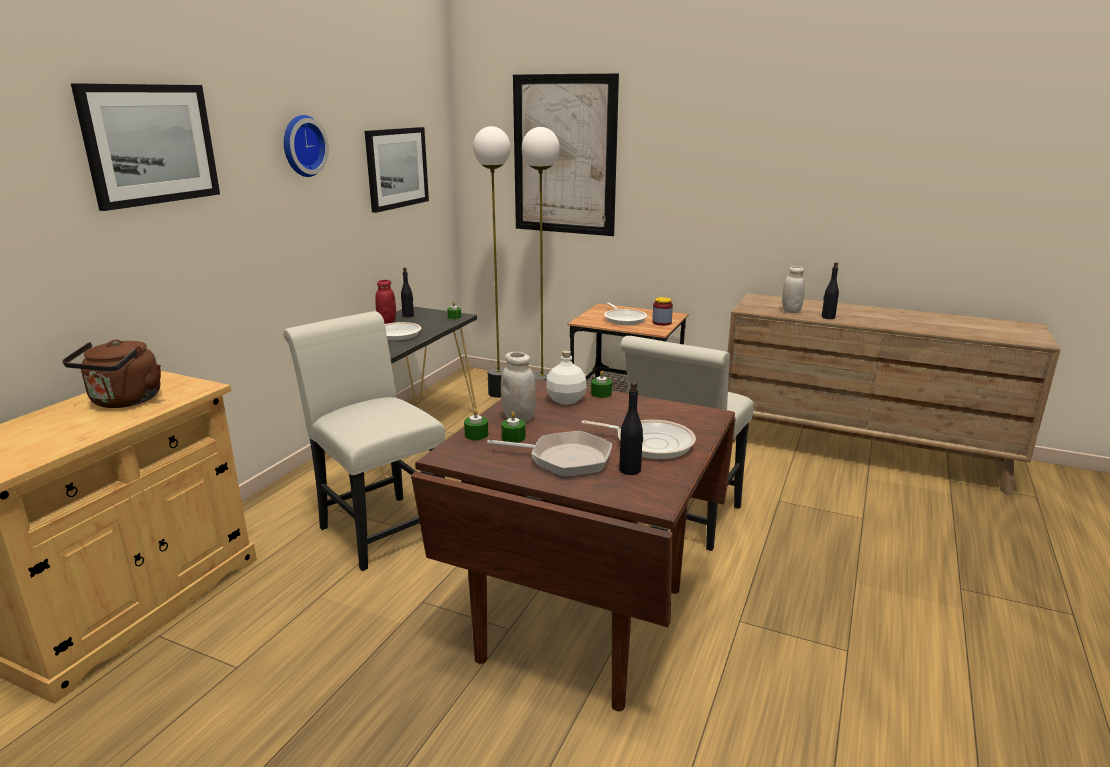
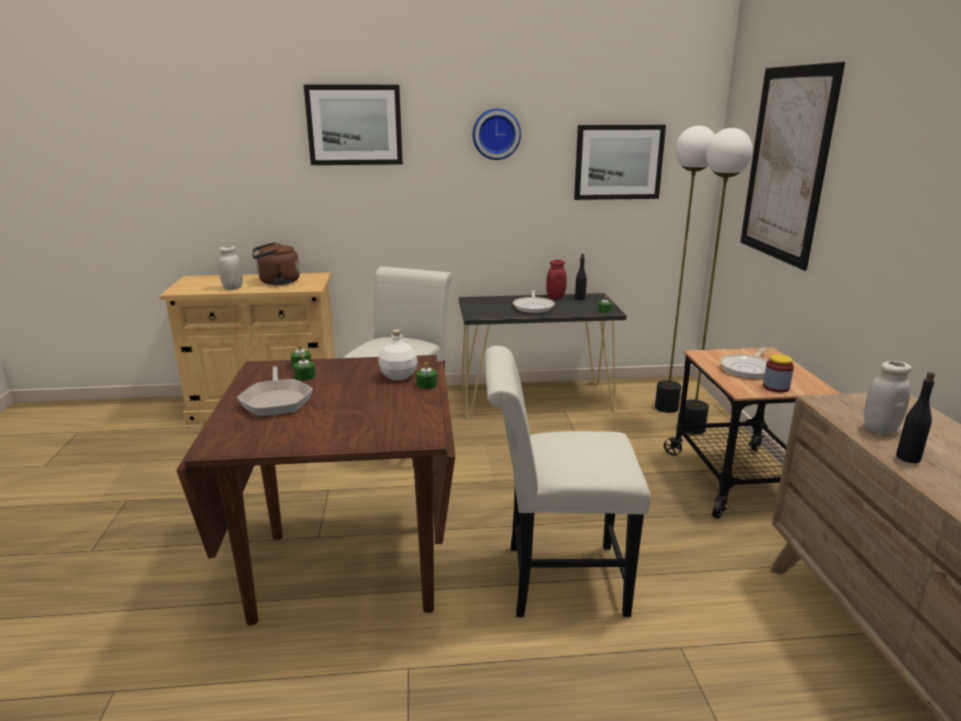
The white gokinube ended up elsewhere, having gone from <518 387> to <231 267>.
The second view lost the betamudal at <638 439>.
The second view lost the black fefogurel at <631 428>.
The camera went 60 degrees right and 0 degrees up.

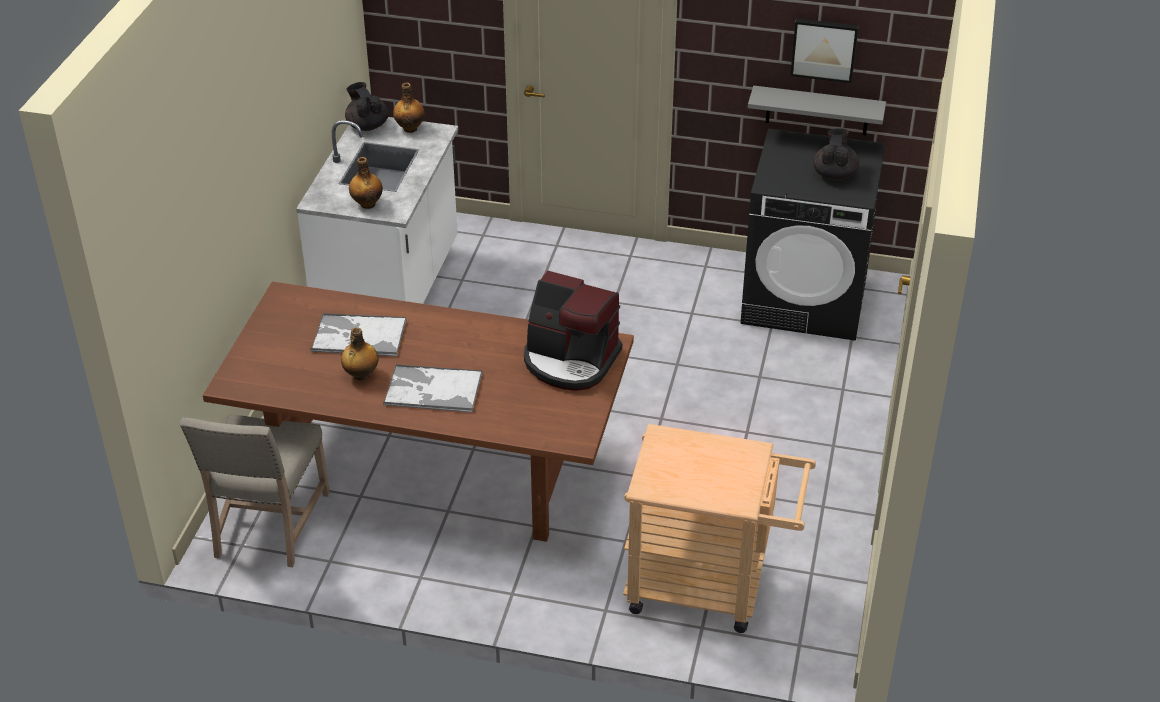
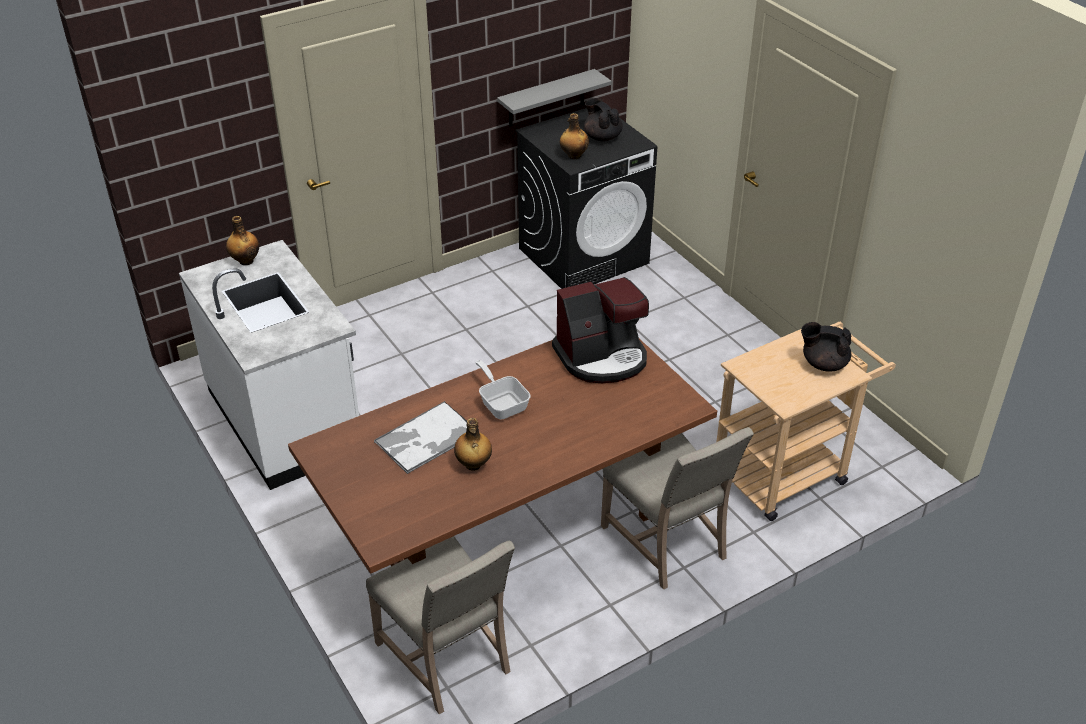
The second view gained the betamudal at <503 389>.
The fefogurel ended up elsewhere, having gone from <366 183> to <574 136>.
The second view gained the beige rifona at <677 508>.
The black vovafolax ended up elsewhere, having gone from <367 106> to <826 347>.
The second view lost the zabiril at <432 388>.
The second view lost the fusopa at <824 50>.
The camera went 45 degrees left and 0 degrees up.

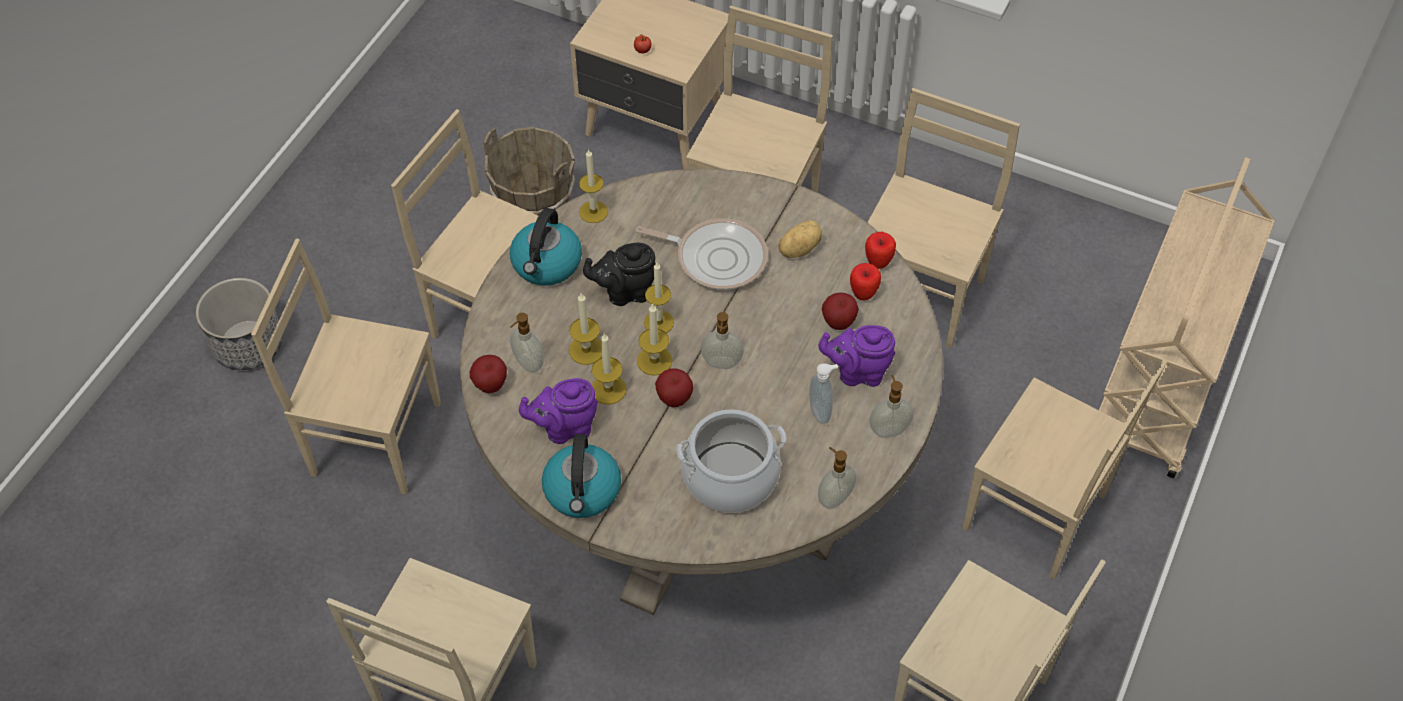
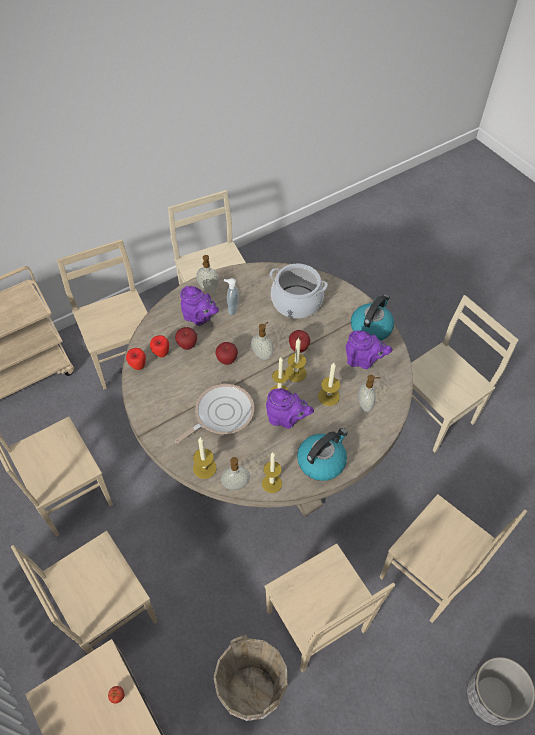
The betamudal at <702 254> ended up facing another way, 90 degrees clockwise from before.
The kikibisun ended up elsewhere, having gone from <609 369> to <205 458>.
The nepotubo ended up elsewhere, having gone from <488 374> to <226 353>.
The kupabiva ended up elsewhere, having gone from <837 478> to <235 473>.
What was the black vovafolax at <619 274> turned into the purple vovafolax at <290 408>.
The second view lost the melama at <800 239>.
The camera went 150 degrees left and 0 degrees up.

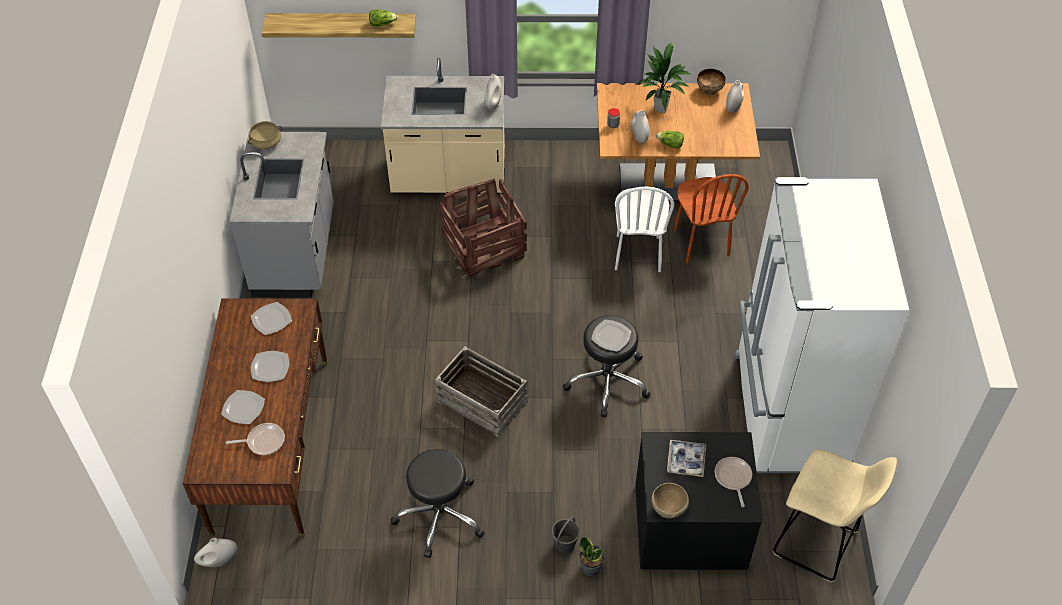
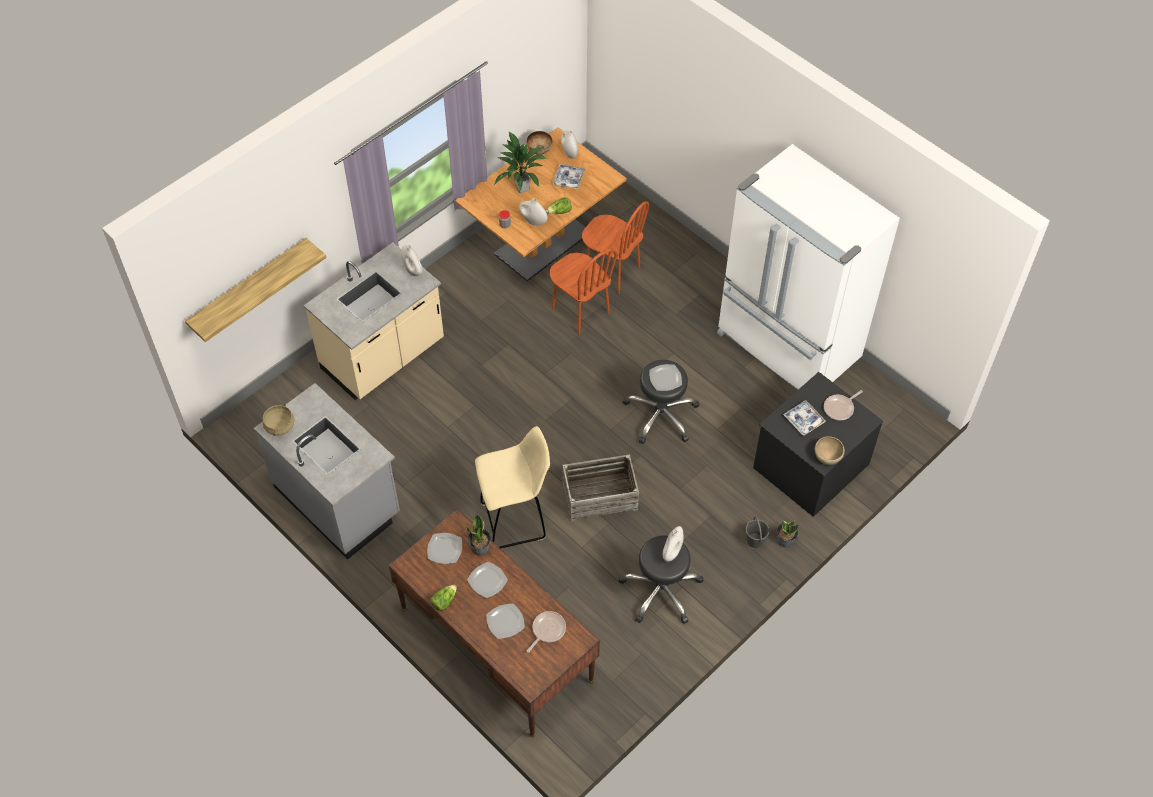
The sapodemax ended up elsewhere, having gone from <383 18> to <443 598>.
The second view gained the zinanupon at <478 535>.
The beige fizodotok ended up elsewhere, having gone from <835 516> to <512 487>.
What was the white rifona at <644 229> turned into the brown rifona at <583 292>.
The second view gained the zabiril at <568 176>.
The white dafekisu ended up elsewhere, having gone from <215 552> to <673 544>.
The betamudal at <733 482> ended up facing another way, 75 degrees counterclockwise from before.
The second view lost the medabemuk at <483 228>.
The camera went 45 degrees left and 5 degrees up.

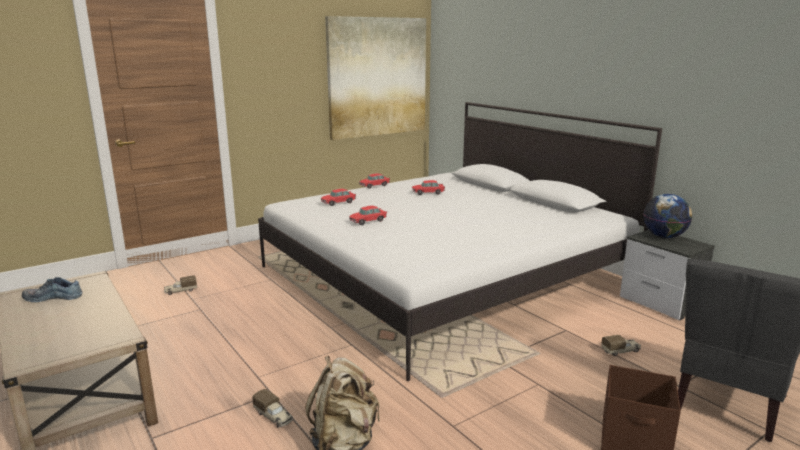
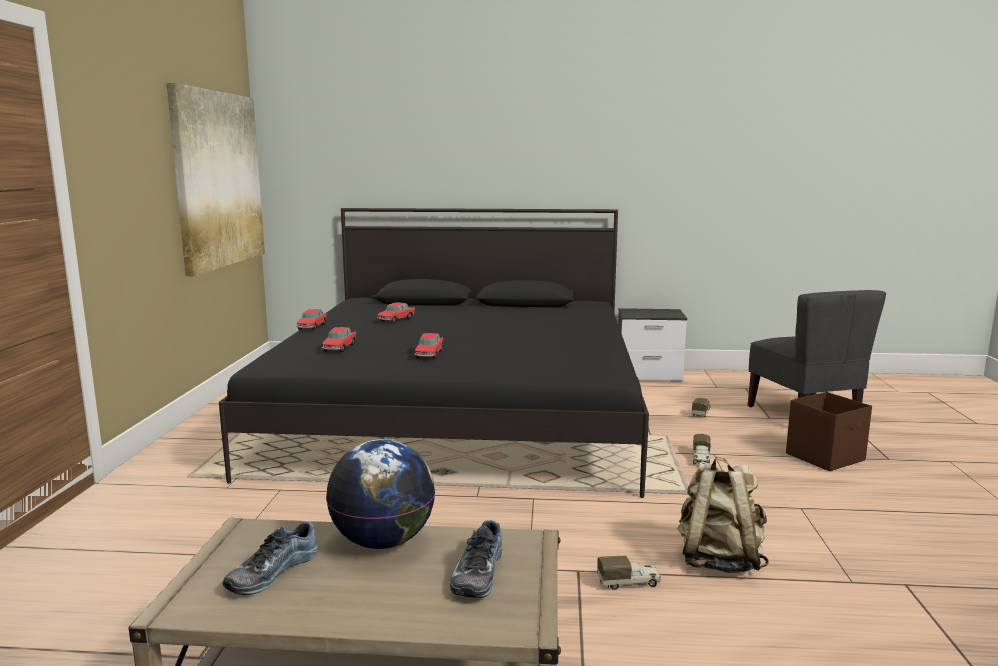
What was the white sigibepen at <460 241> turned into the black sigibepen at <434 353>.
The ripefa ended up elsewhere, having gone from <667 216> to <380 494>.
The second view gained the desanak at <476 559>.
The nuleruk ended up elsewhere, having gone from <180 285> to <702 449>.
The camera went 50 degrees left and 5 degrees down.

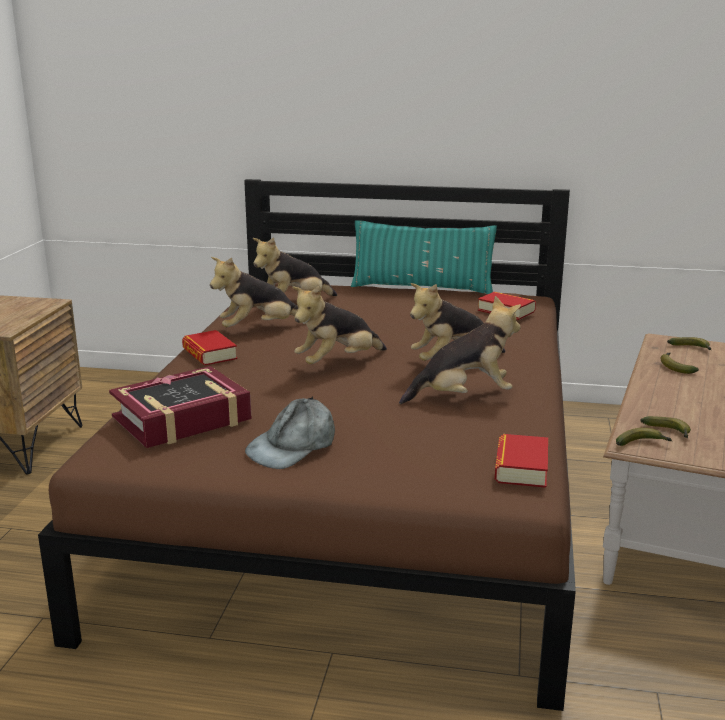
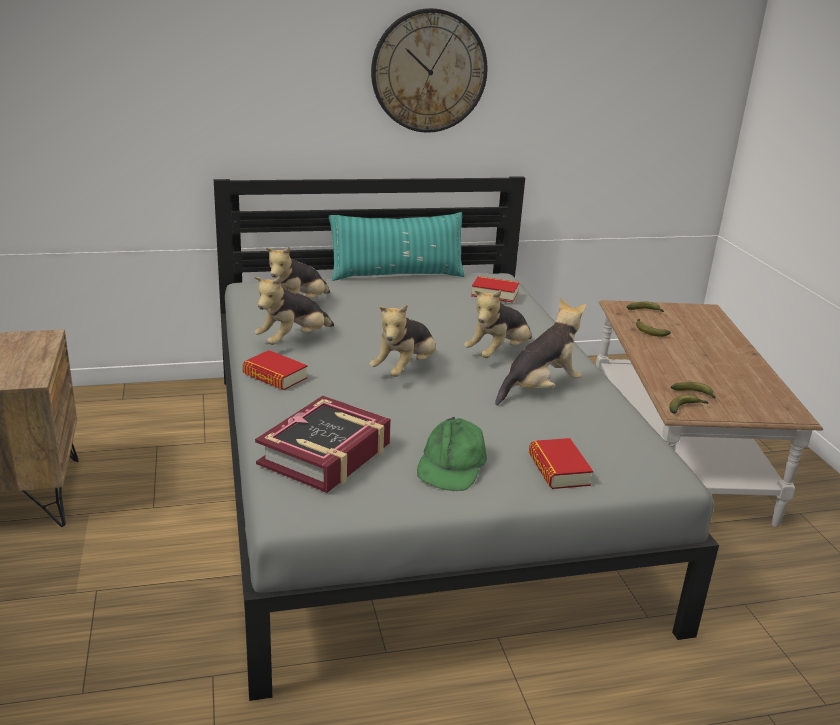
What was the brown sigibepen at <307 445> turned into the grey sigibepen at <466 438>.
The second view gained the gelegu at <429 70>.
What was the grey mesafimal at <290 433> turned into the green mesafimal at <452 453>.
The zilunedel ended up elsewhere, having gone from <521 461> to <561 463>.
The camera went 25 degrees left and 5 degrees up.

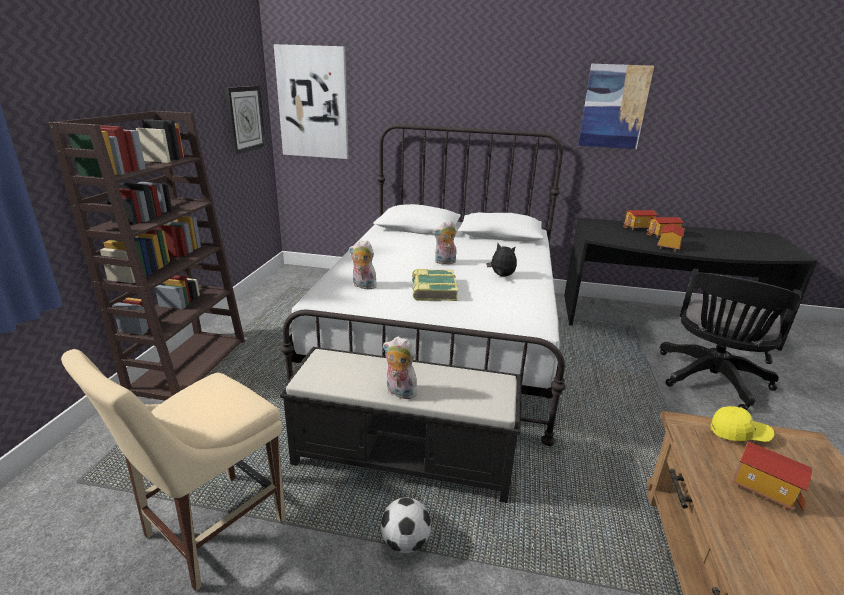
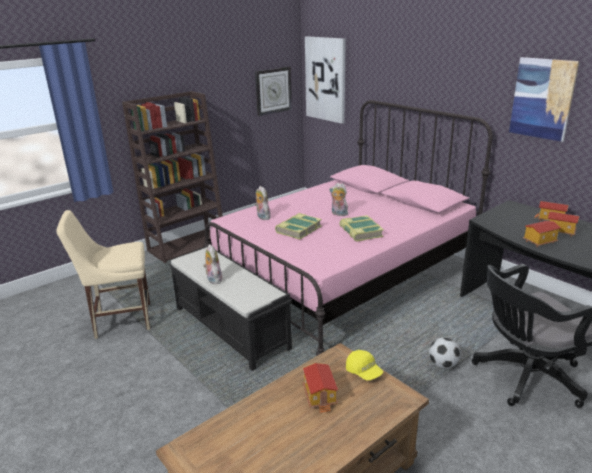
What was the white sigibepen at <423 285> turned into the pink sigibepen at <348 228>.
Where the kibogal stood at <502 260>, the zilunedel came to stand at <361 228>.
The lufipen ended up elsewhere, having gone from <405 525> to <445 353>.
The camera went 40 degrees right and 0 degrees up.

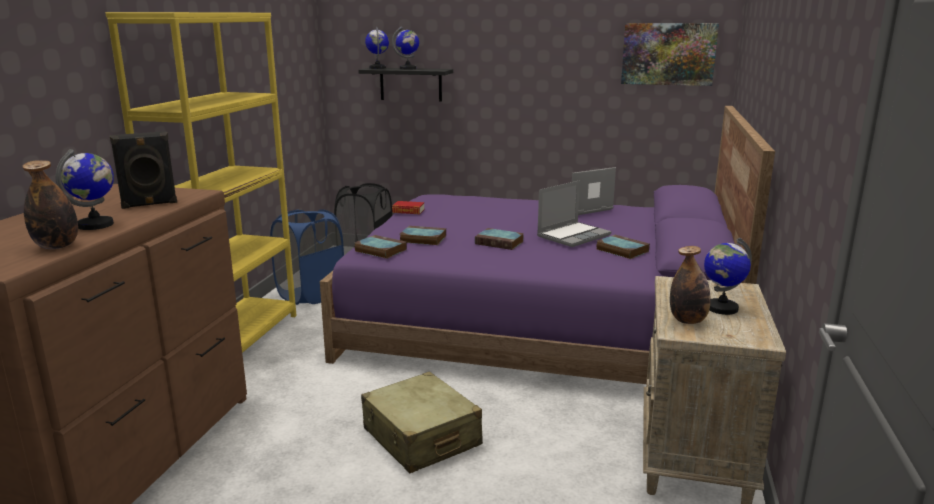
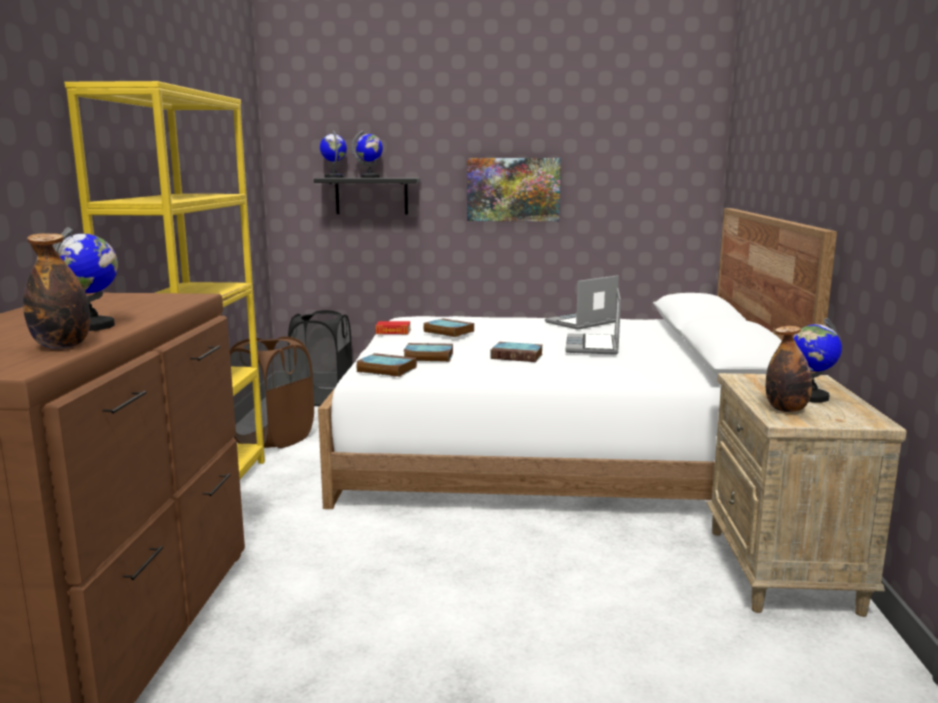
What was the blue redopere at <307 257> turned into the brown redopere at <272 392>.
What was the purple sigibepen at <547 245> turned into the white sigibepen at <577 358>.
The zilunedel ended up elsewhere, having gone from <623 246> to <448 327>.
The fusopa ended up elsewhere, having gone from <670 54> to <514 189>.
The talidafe at <574 213> ended up facing another way, 150 degrees clockwise from before.
The second view lost the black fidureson at <143 170>.
The second view lost the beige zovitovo at <422 422>.
The camera went 10 degrees left and 5 degrees down.

